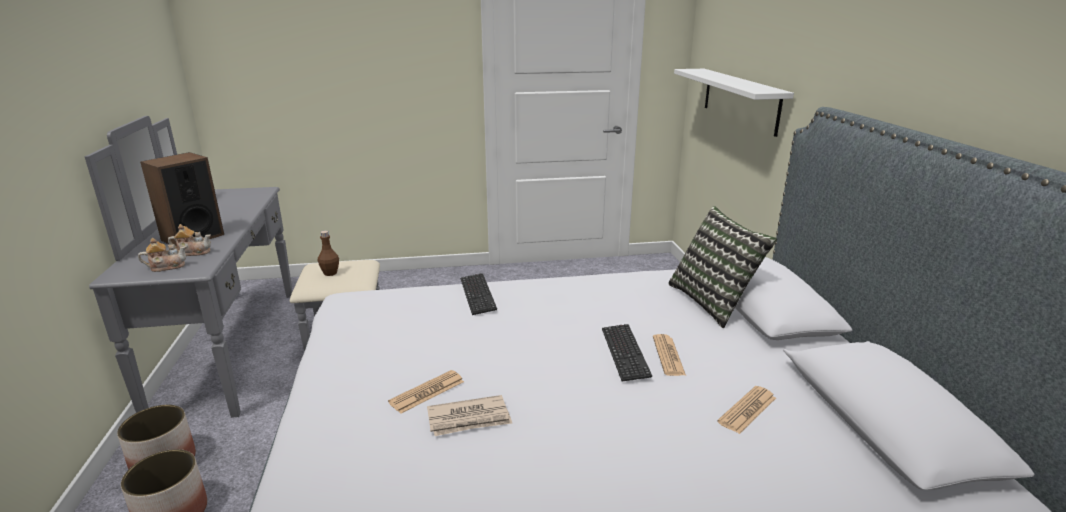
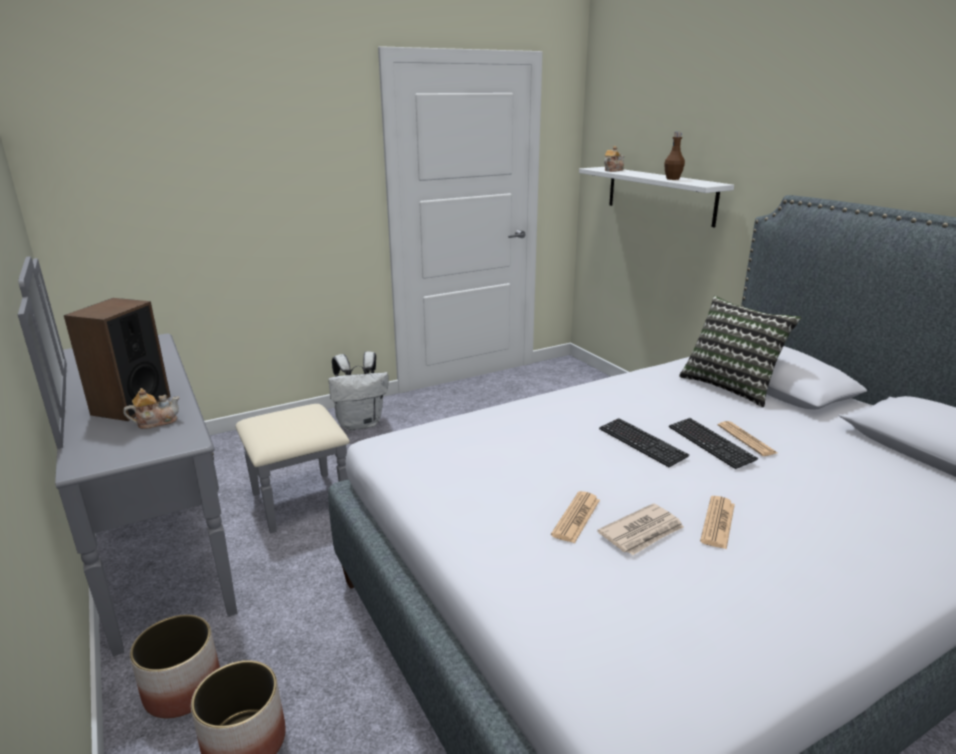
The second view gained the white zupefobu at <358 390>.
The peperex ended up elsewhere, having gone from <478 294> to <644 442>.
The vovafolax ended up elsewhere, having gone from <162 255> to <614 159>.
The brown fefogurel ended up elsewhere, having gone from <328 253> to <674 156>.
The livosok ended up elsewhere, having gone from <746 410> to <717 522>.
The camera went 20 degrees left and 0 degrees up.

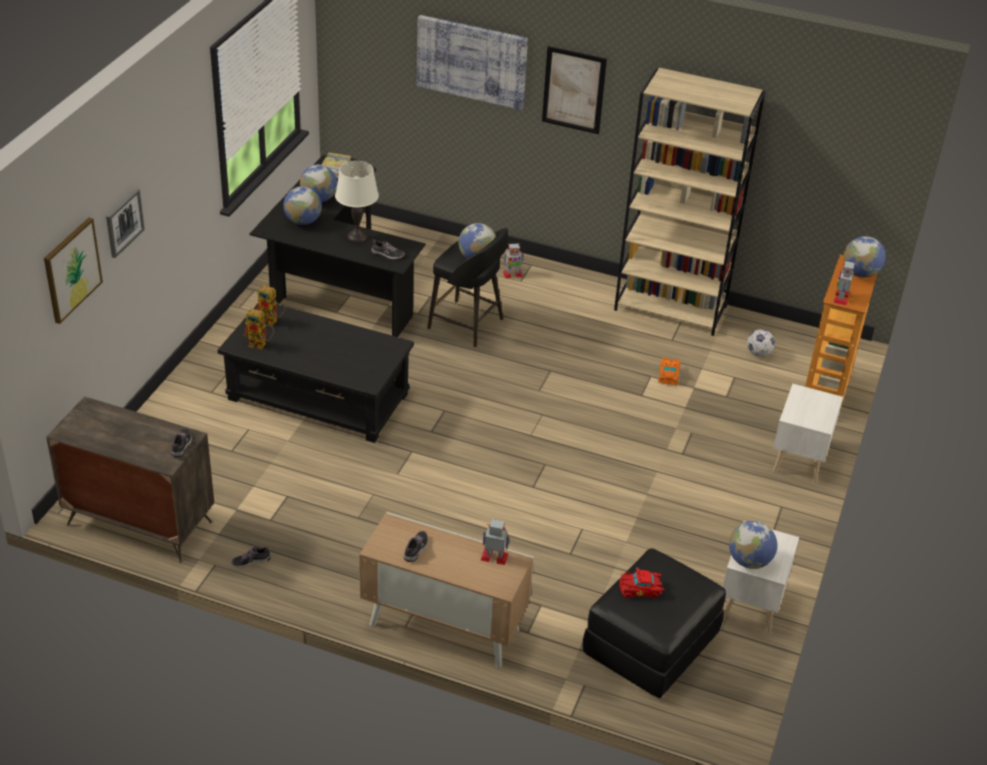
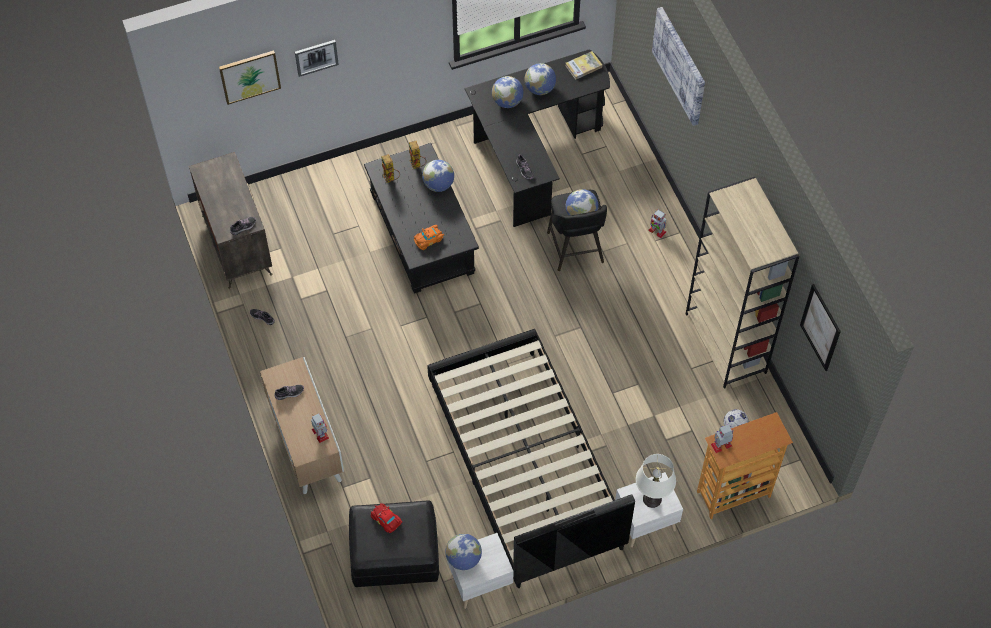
The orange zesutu ended up elsewhere, having gone from <669 371> to <428 237>.
The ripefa ended up elsewhere, having gone from <864 257> to <438 176>.
The second view gained the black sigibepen at <531 458>.
The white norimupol ended up elsewhere, having gone from <357 201> to <656 481>.
The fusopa ended up elsewhere, having gone from <574 90> to <820 327>.
The camera went 50 degrees right and 20 degrees up.

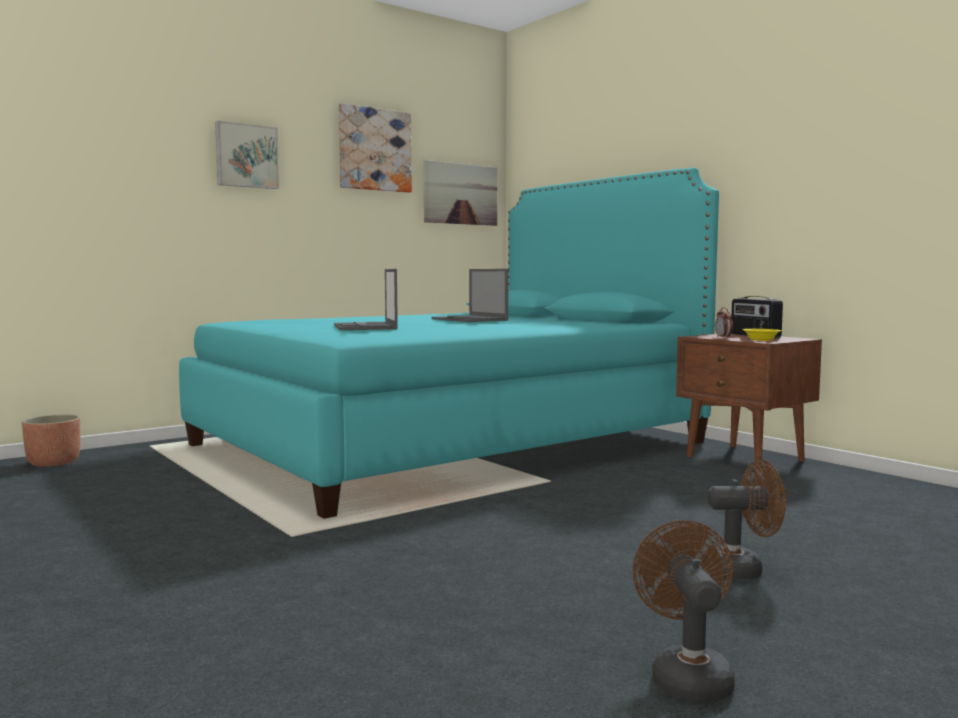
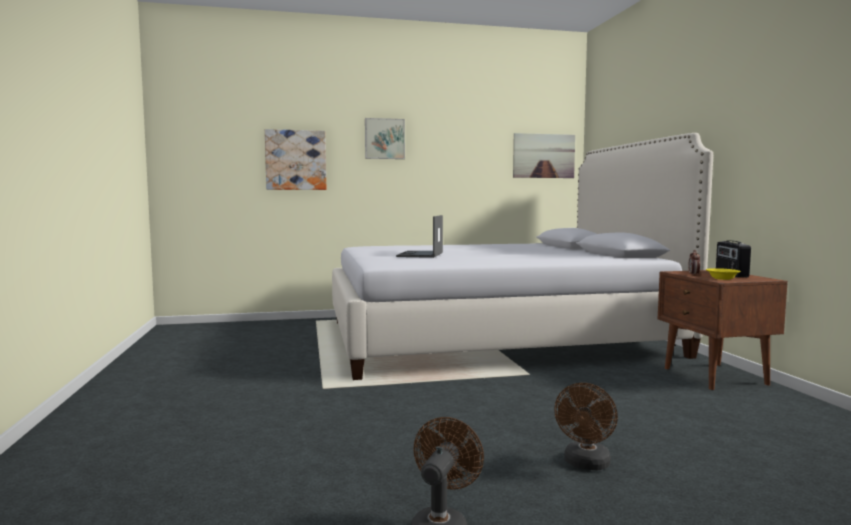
The fusopa ended up elsewhere, having gone from <375 148> to <295 159>.
What was the turquoise sigibepen at <449 343> turned into the white sigibepen at <522 256>.
The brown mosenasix at <744 519> ended up facing another way, 90 degrees clockwise from before.
The second view lost the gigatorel at <51 440>.
The second view lost the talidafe at <470 295>.
The camera went 25 degrees right and 0 degrees up.

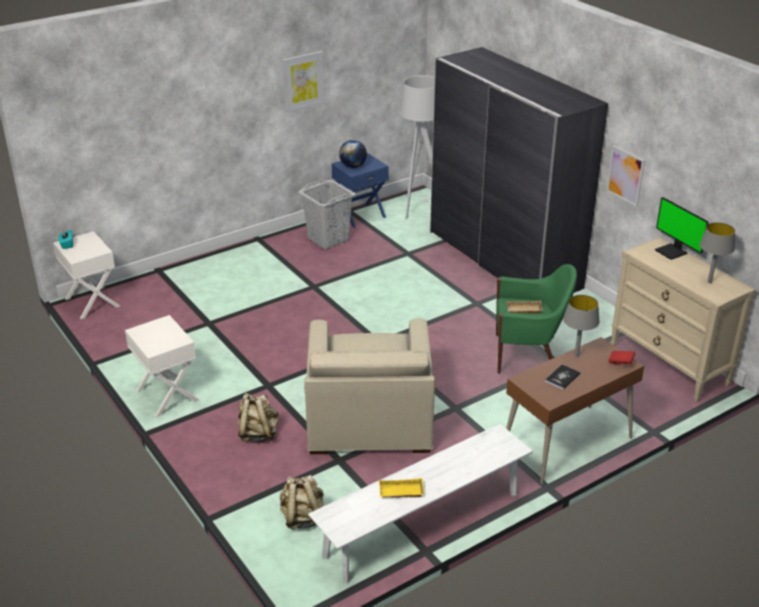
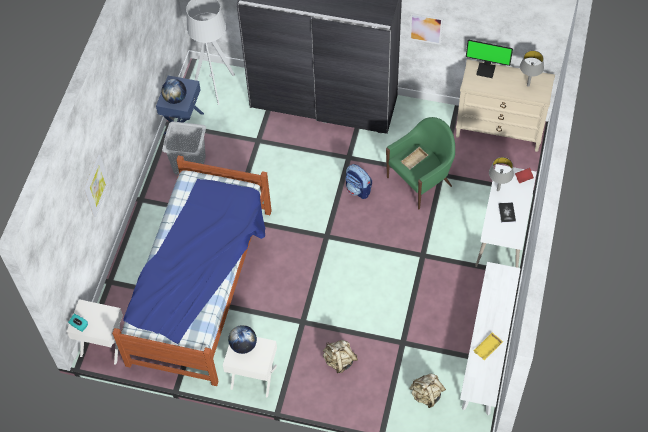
The fusopa ended up elsewhere, having gone from <303 82> to <96 186>.
The second view gained the sigibepen at <192 270>.
The second view gained the ripefa at <242 339>.
The second view gained the zupefobu at <359 181>.
What was the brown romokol at <575 410> turned into the white romokol at <506 216>.
The second view lost the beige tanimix at <369 386>.
The camera went 40 degrees left and 25 degrees up.

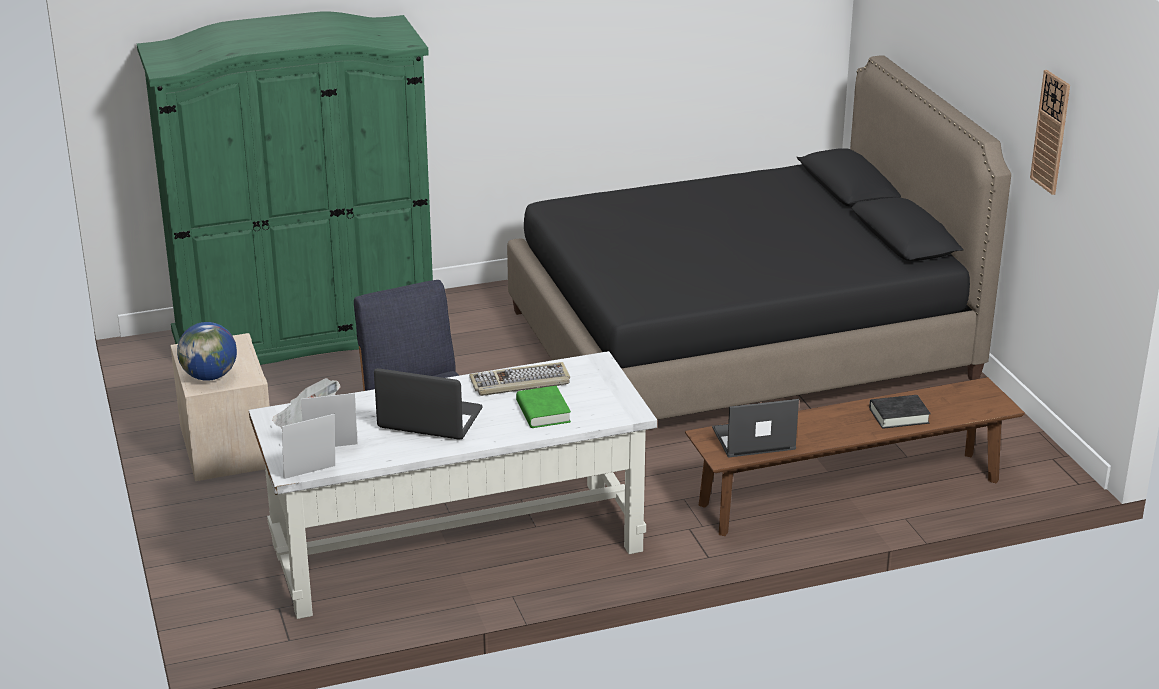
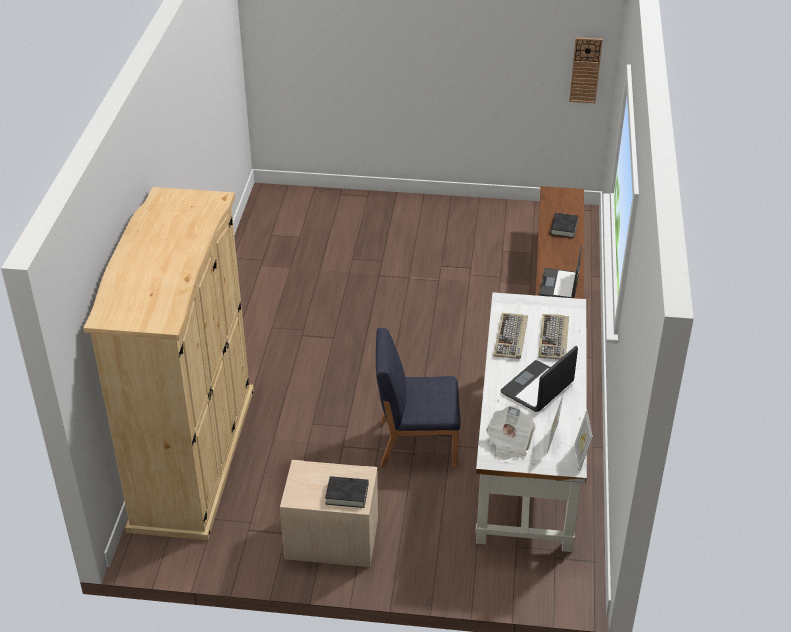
What was the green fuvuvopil at <285 188> turned into the beige fuvuvopil at <169 364>.
Where the ripefa stood at <207 351>, the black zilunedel came to stand at <347 492>.
Where the green zilunedel stood at <543 407>, the peperex came to stand at <553 336>.
The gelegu ended up elsewhere, having gone from <1050 132> to <586 70>.
The second view lost the black sigibepen at <759 237>.
The camera went 65 degrees left and 10 degrees up.

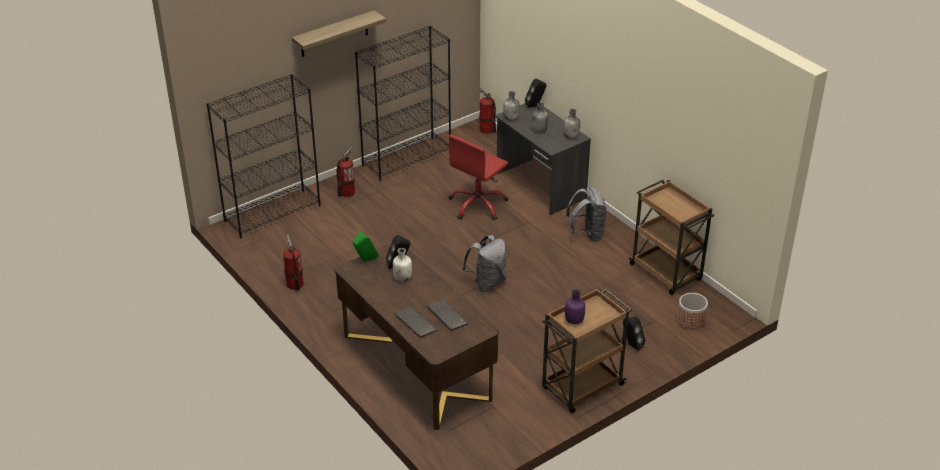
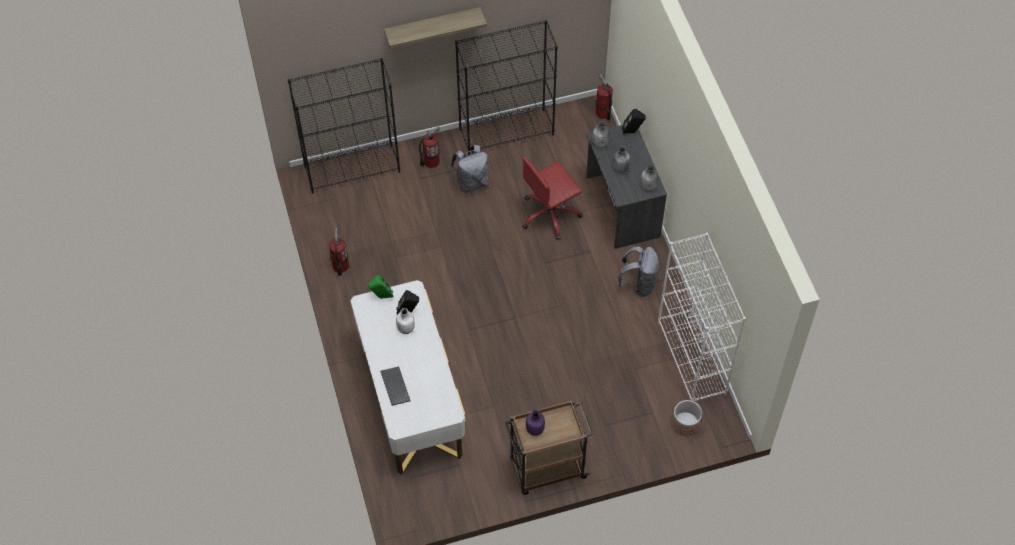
What was the brown romokol at <417 336> turned into the white romokol at <408 377>.
The grey zupefobu ended up elsewhere, having gone from <484 263> to <469 169>.
Where the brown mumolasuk stood at <671 237>, the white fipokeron came to stand at <702 317>.
The second view lost the peperex at <447 315>.
The second view lost the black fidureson at <634 333>.
The camera went 20 degrees right and 20 degrees up.

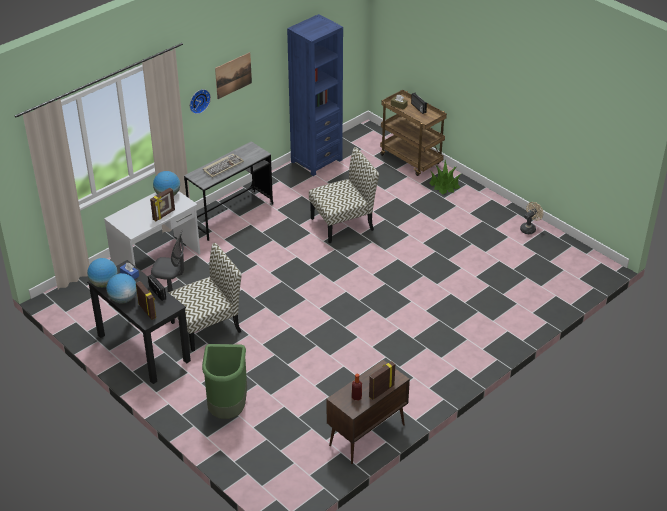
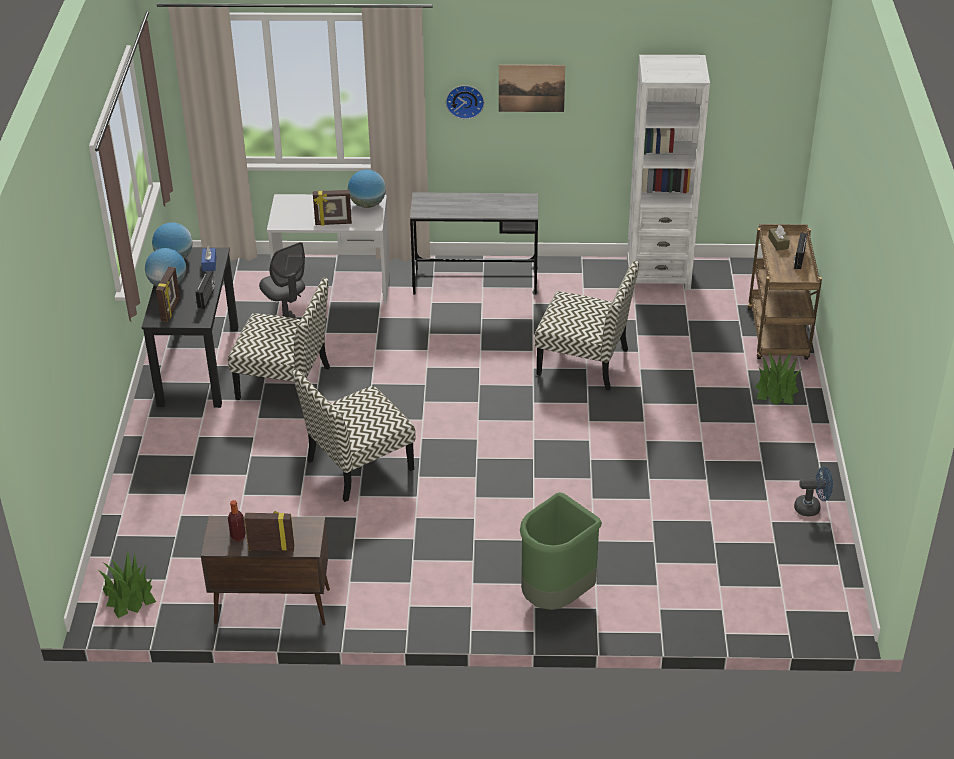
The second view gained the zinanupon at <126 585>.
The second view gained the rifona at <353 436>.
The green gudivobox ended up elsewhere, having gone from <224 381> to <561 551>.
What was the blue fipokeron at <315 95> turned into the white fipokeron at <668 172>.
What was the beige mosenasix at <531 218> turned into the blue mosenasix at <813 491>.
The second view lost the peperex at <223 166>.
The camera went 45 degrees right and 0 degrees up.

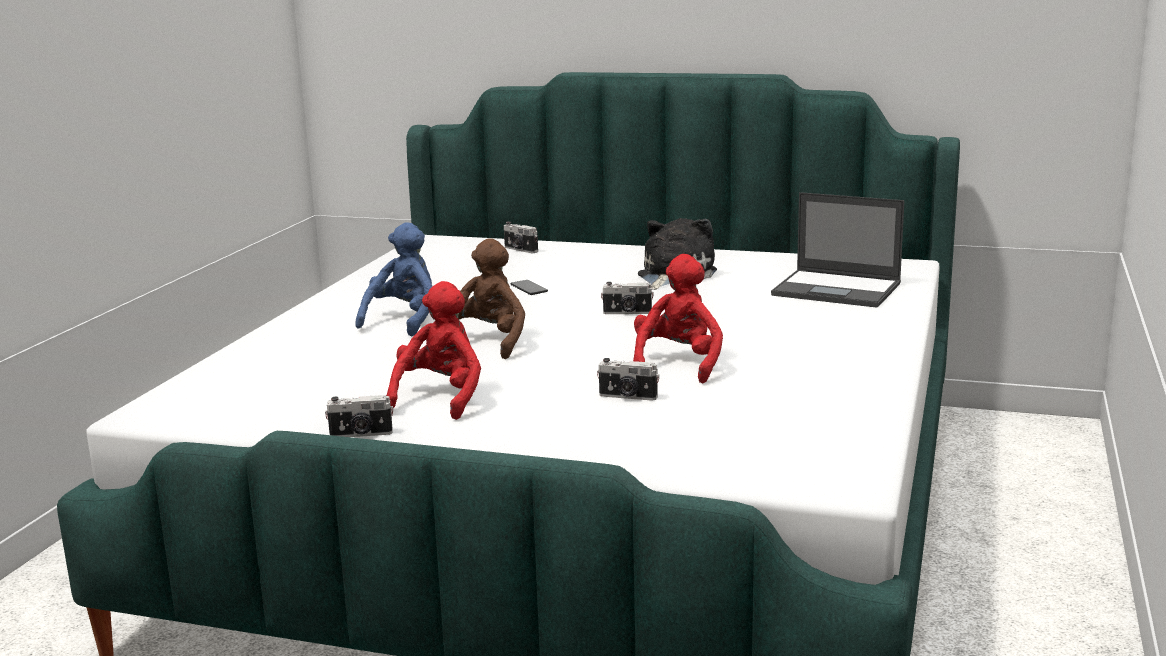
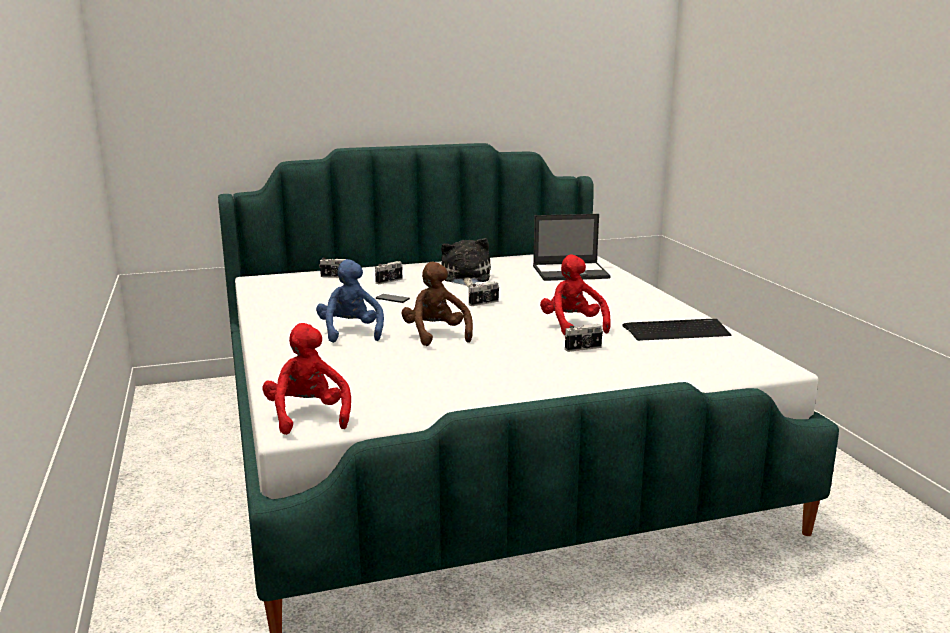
The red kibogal ended up elsewhere, having gone from <434 350> to <306 379>.
The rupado ended up elsewhere, having gone from <359 416> to <388 272>.
The second view gained the peperex at <676 330>.
The camera went 35 degrees left and 0 degrees up.

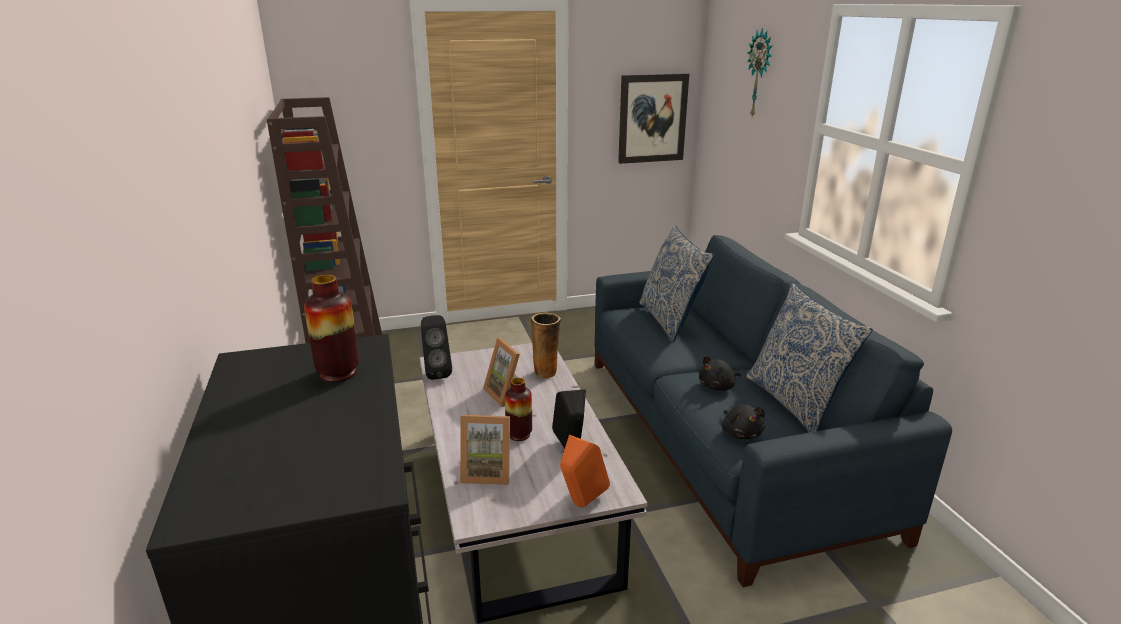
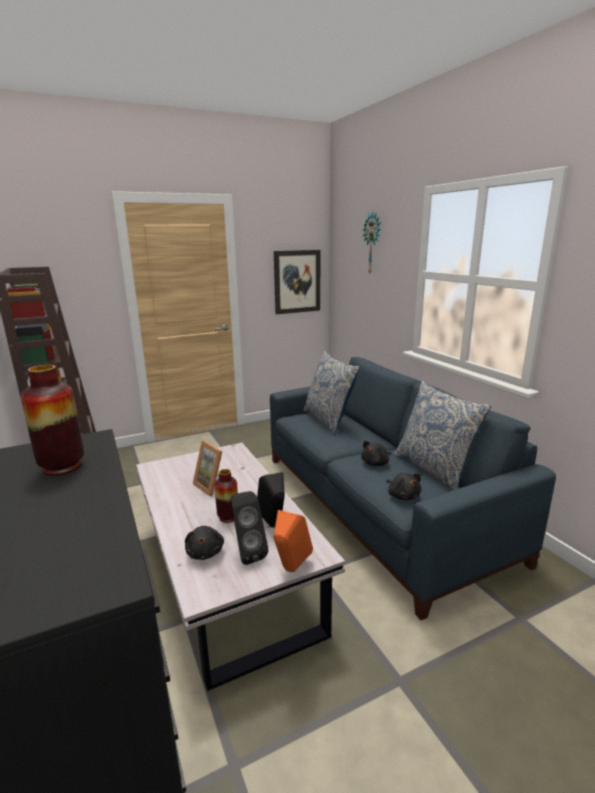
Where the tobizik stood at <485 450>, the black kibogal came to stand at <204 543>.
The black fidureson ended up elsewhere, having gone from <436 347> to <249 528>.
The second view lost the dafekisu at <546 346>.
The camera went 10 degrees left and 5 degrees down.

